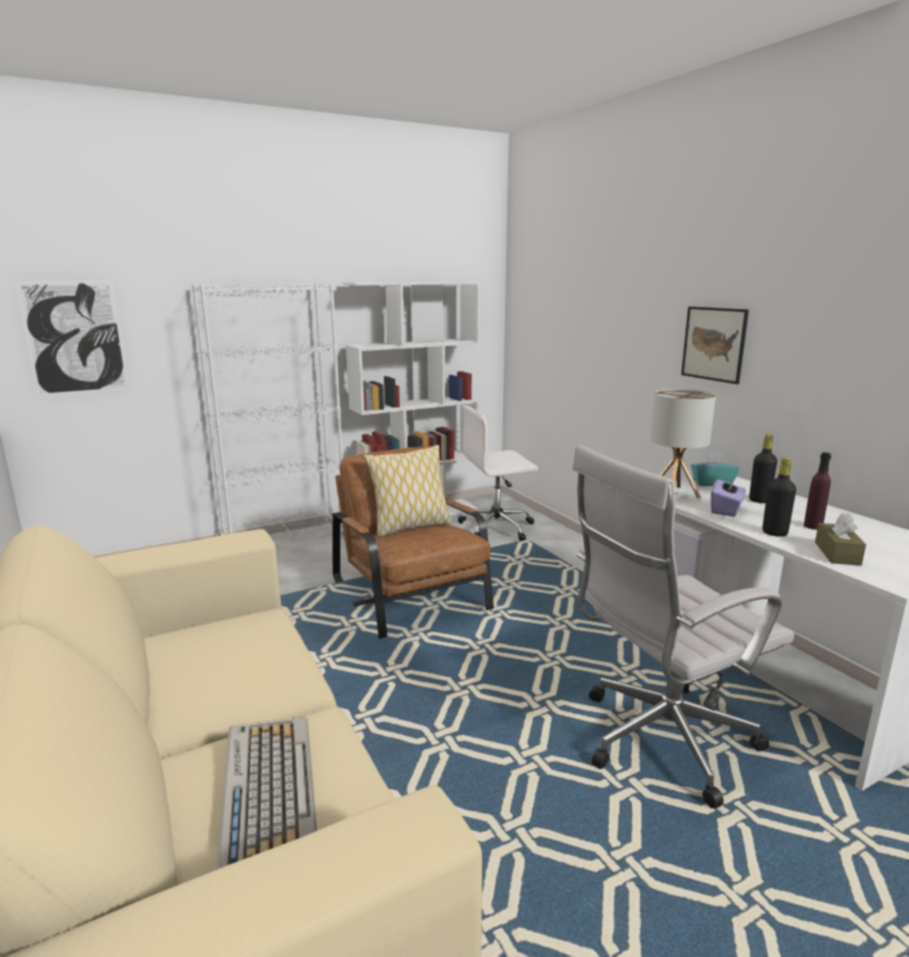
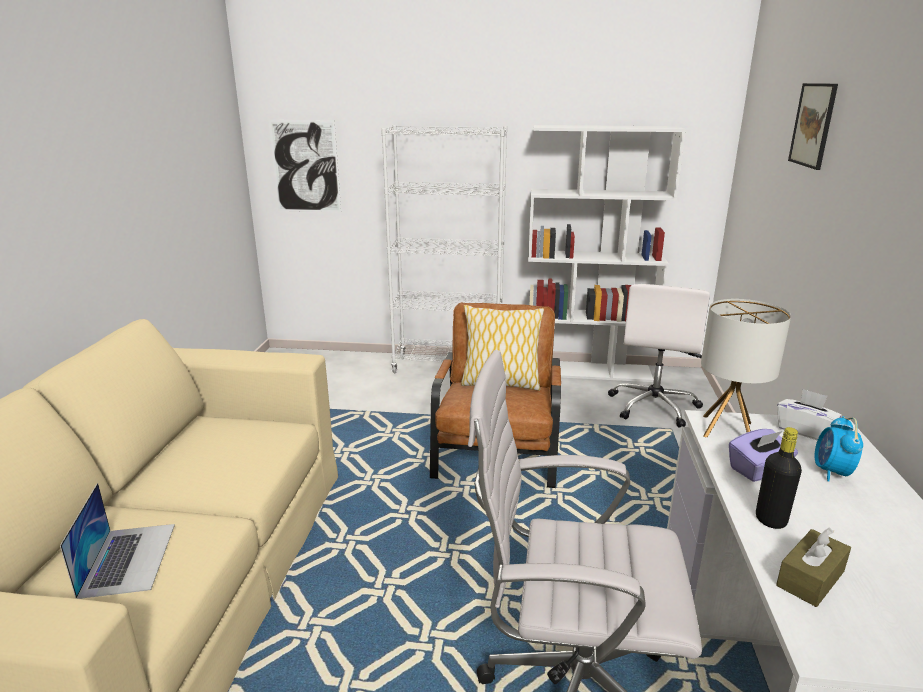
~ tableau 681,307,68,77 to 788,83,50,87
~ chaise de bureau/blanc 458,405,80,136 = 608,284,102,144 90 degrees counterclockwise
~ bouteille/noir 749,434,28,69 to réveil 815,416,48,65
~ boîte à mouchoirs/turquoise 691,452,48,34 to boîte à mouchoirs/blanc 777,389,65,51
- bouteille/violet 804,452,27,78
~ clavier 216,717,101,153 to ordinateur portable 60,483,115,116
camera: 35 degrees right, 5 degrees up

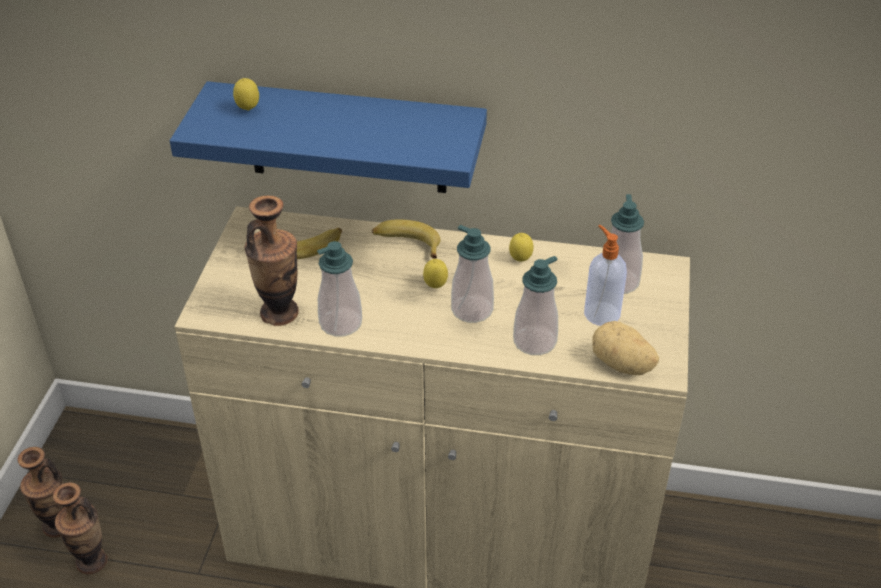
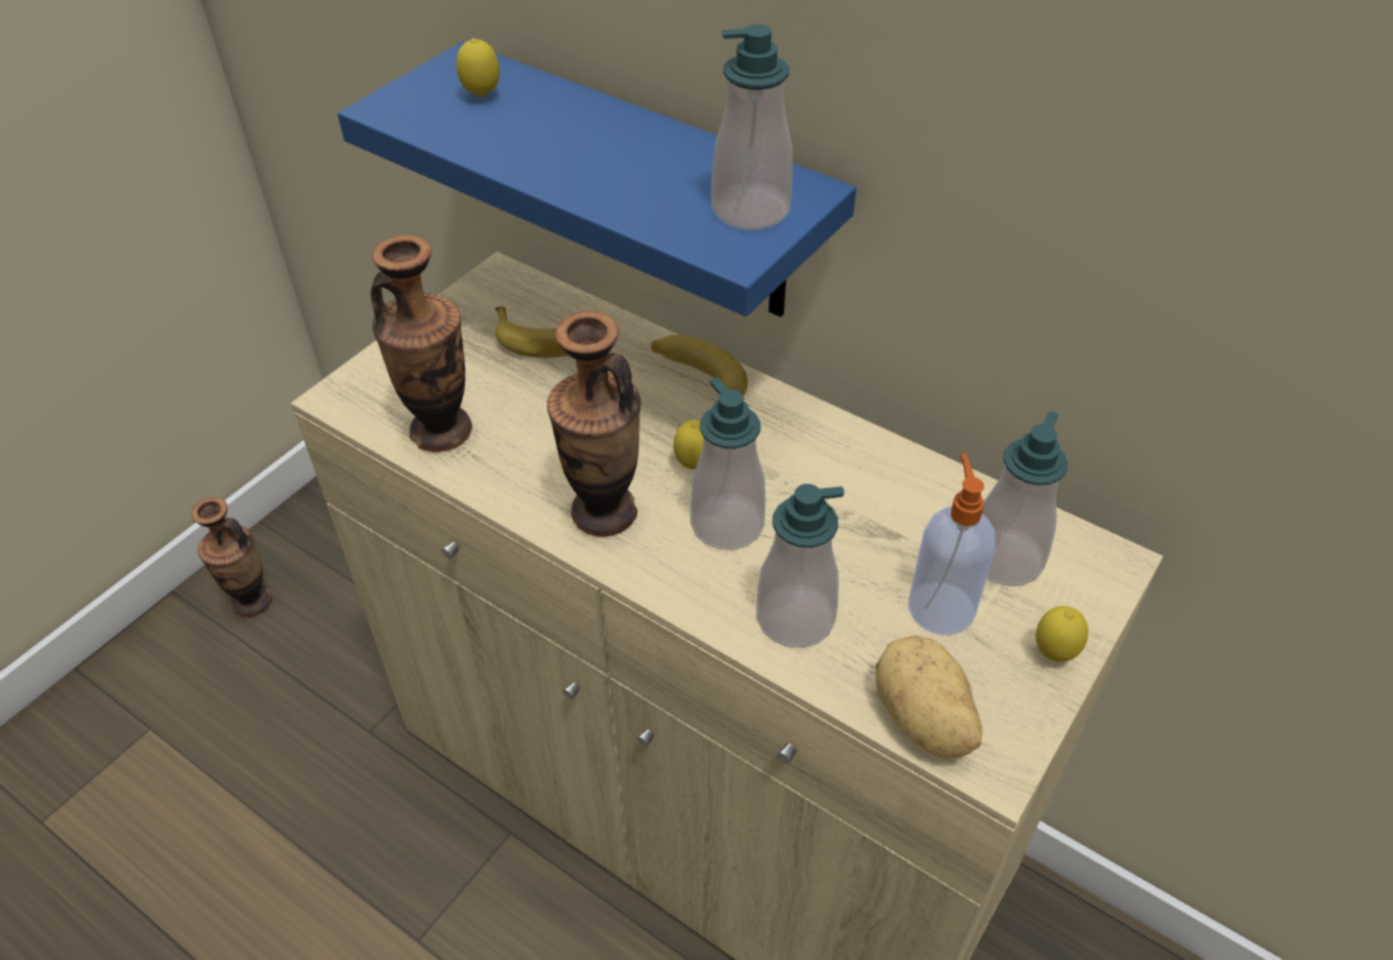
~ citron 509,233,24,29 to 1036,606,52,56
~ distributeur de savon 317,241,45,96 to 711,24,82,206
~ vase 53,482,55,93 to 547,311,94,226
camera: 25 degrees right, 5 degrees up

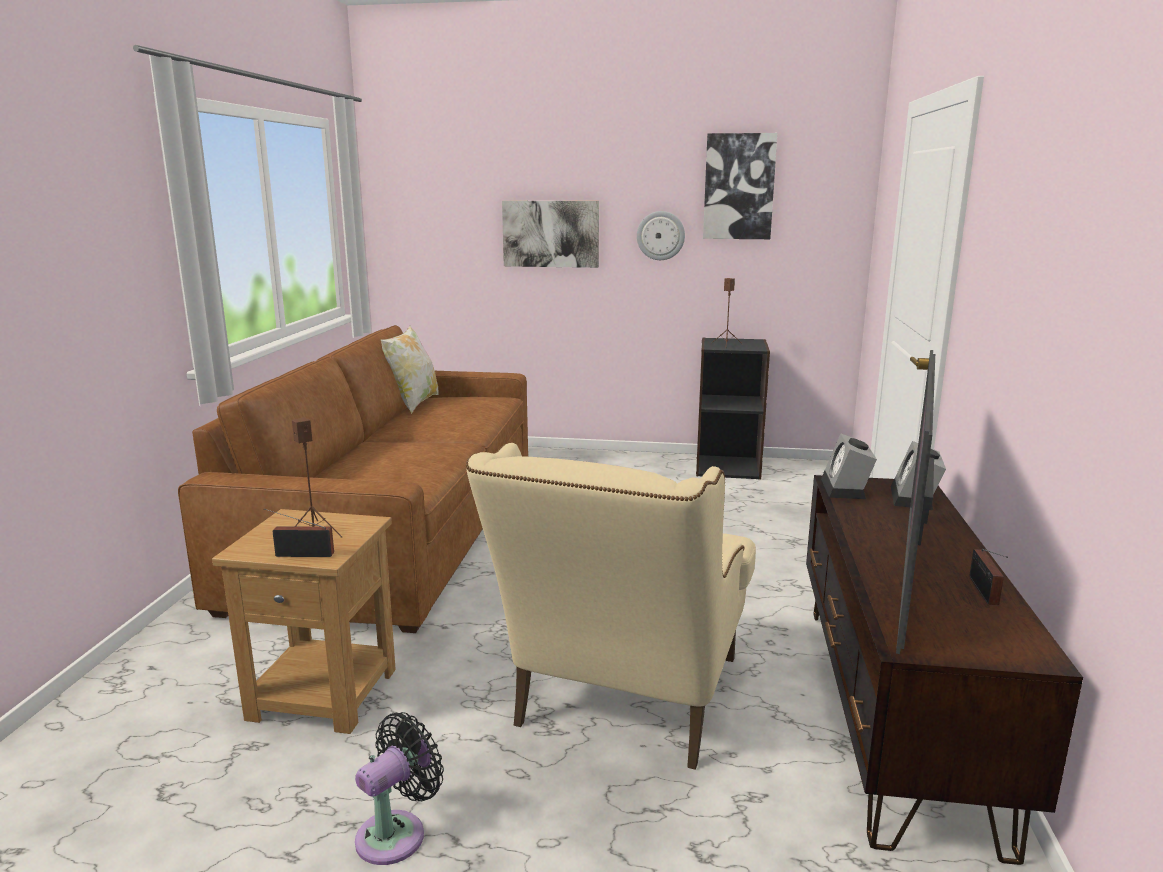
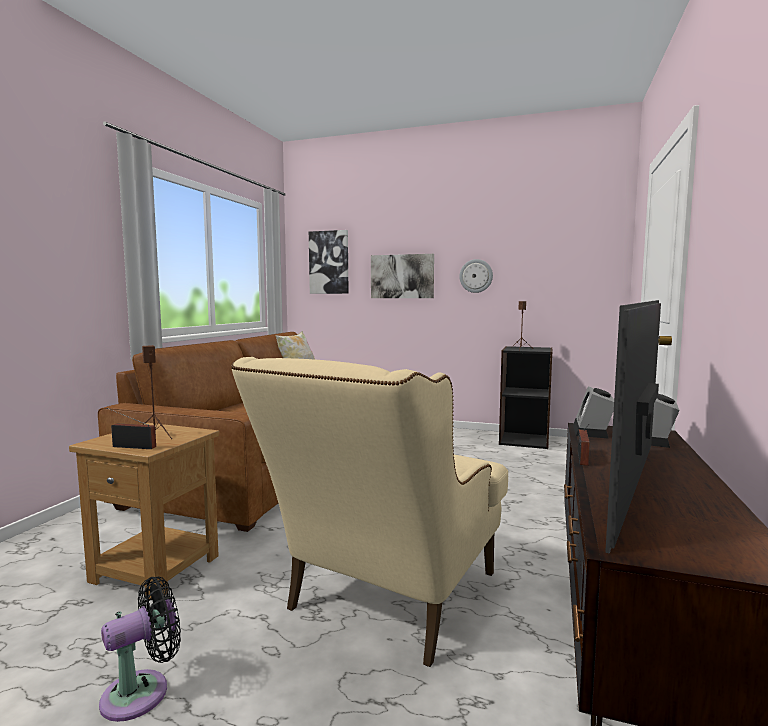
~ tableau 703,133,74,106 to 309,230,39,64
~ radio 969,549,39,56 to 578,424,12,42
camera: 10 degrees right, 10 degrees down

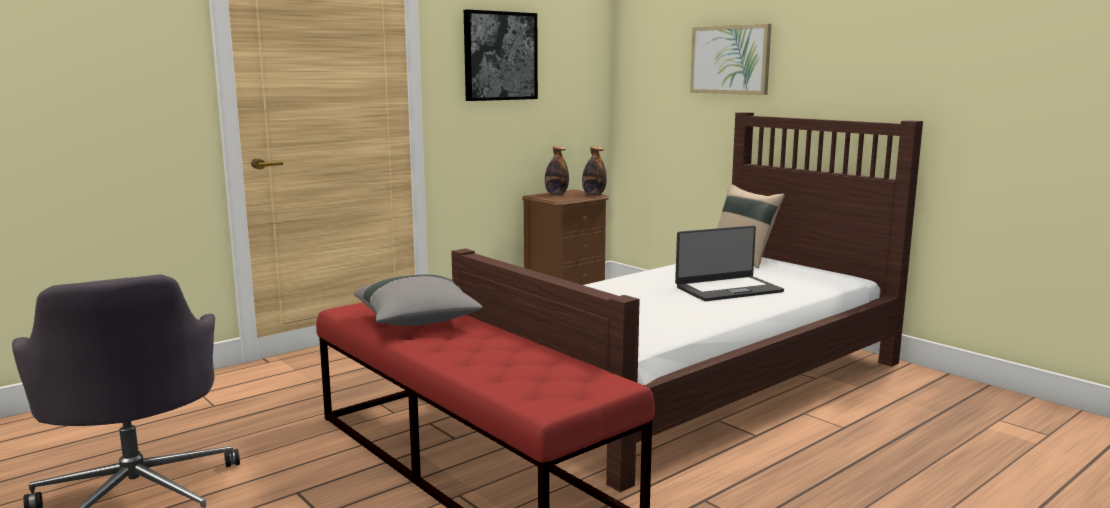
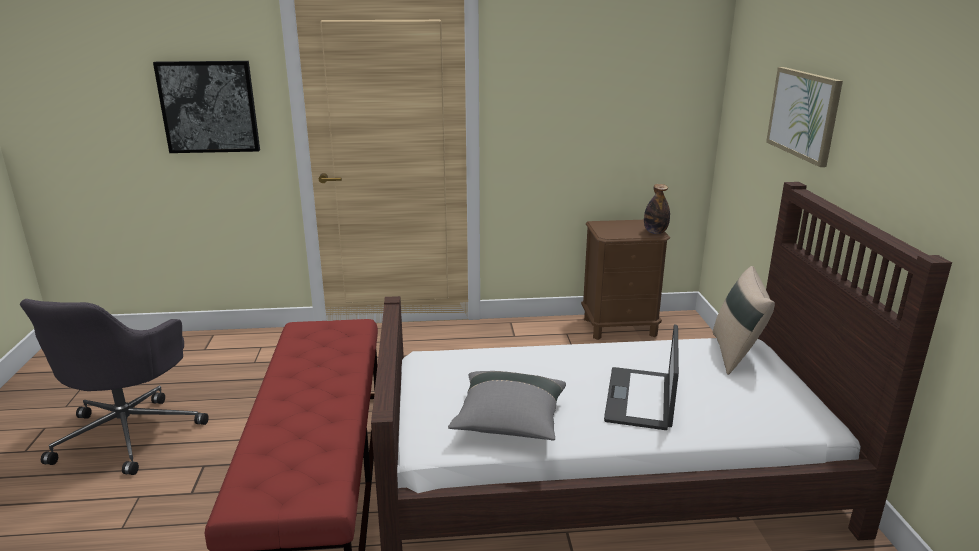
~ tableau 464,9,74,92 to 153,61,107,92
- bouteille 545,146,24,49
~ ordinateur portable 675,226,109,75 = 604,324,75,106 90 degrees clockwise
~ coussin/gris 354,274,129,52 to 448,371,118,70
camera: 35 degrees right, 10 degrees up

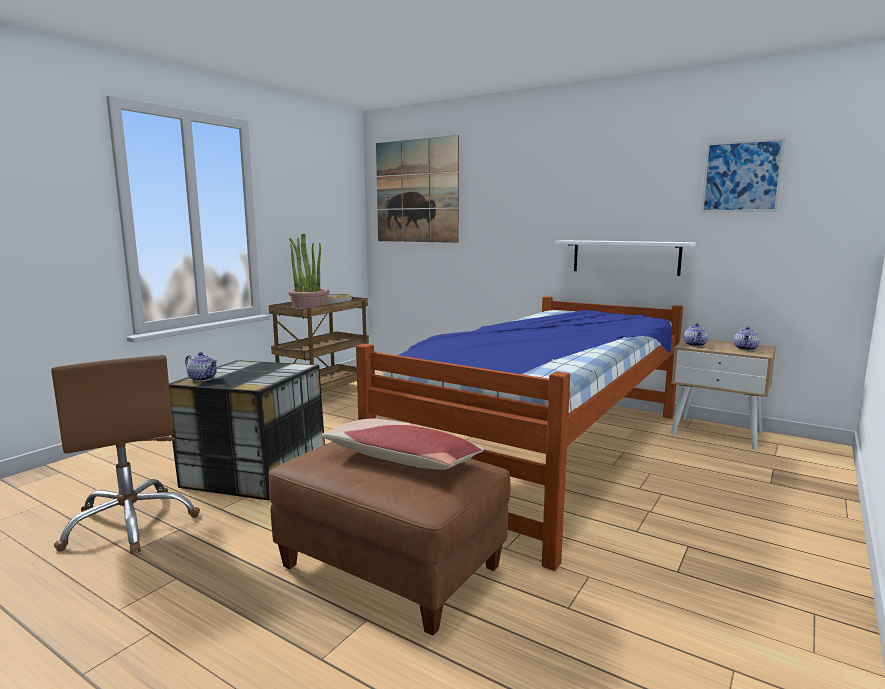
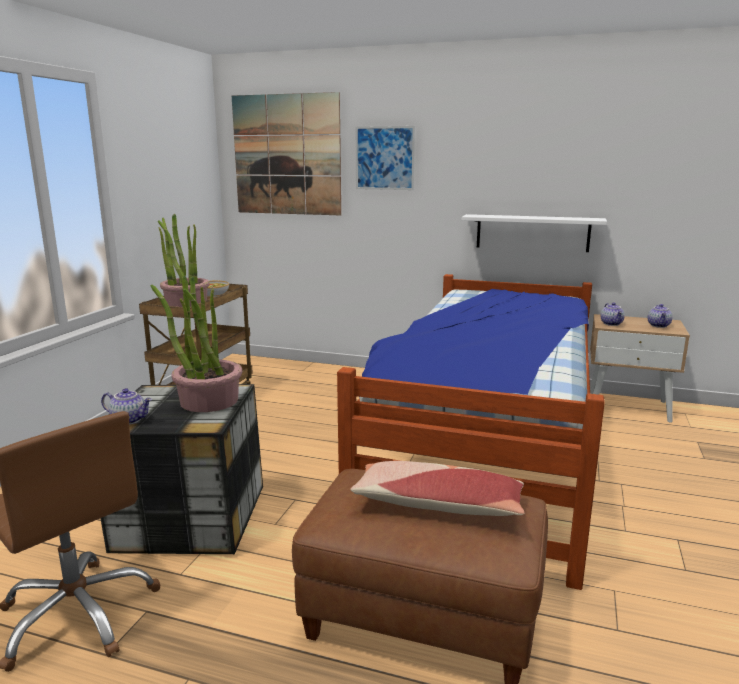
~ tableau 701,138,85,74 to 356,126,59,64
+ plante en pot 151,276,91,136
camera: 15 degrees left, 5 degrees up

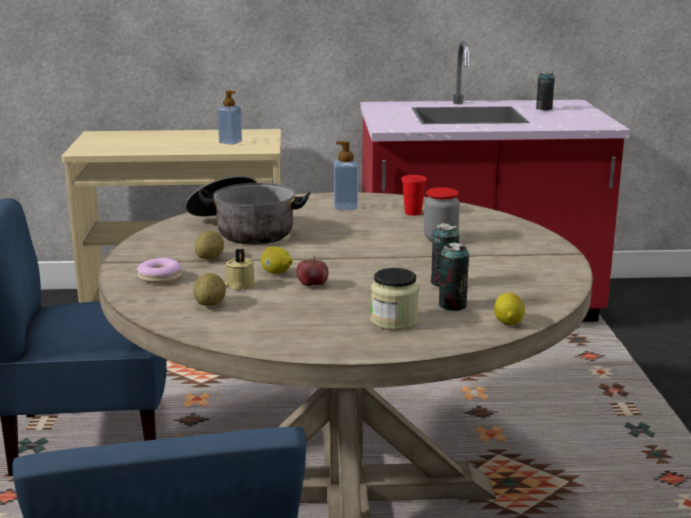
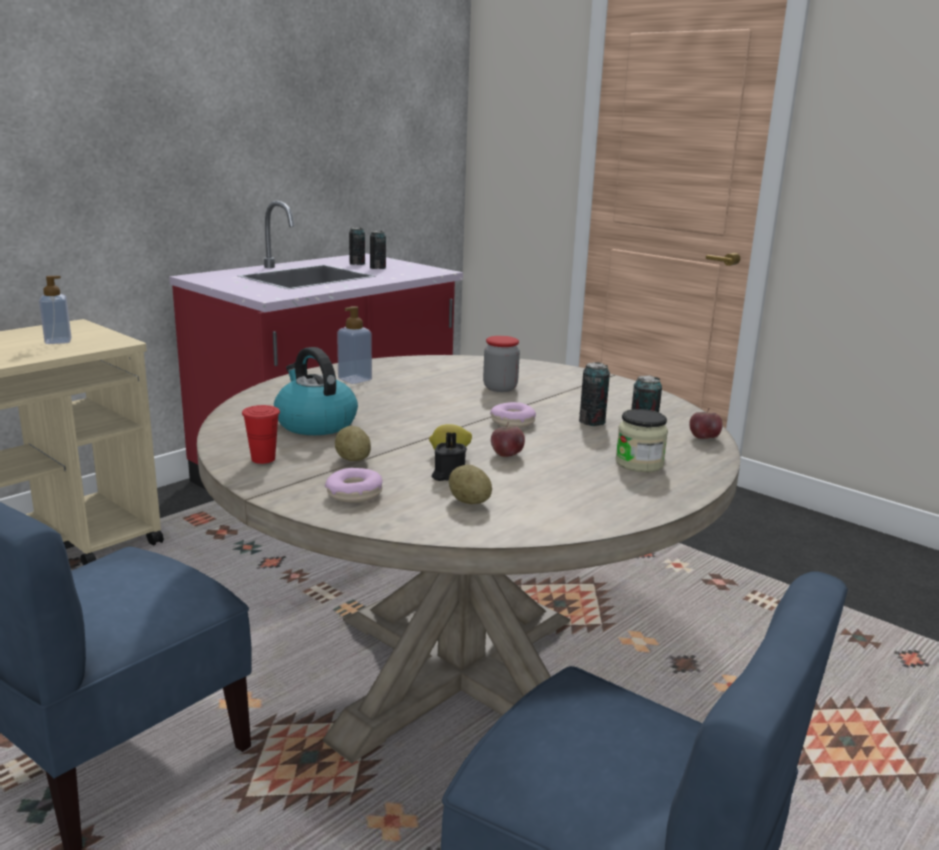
~ tasse/rouge 401,175,26,41 to 242,405,38,59
~ marmite 185,176,126,69 to bouilloire 274,347,84,88
~ bougie/beige 225,249,31,41 to bougie/noir 432,432,35,49
~ citron 494,293,31,33 to pomme 689,408,34,31
+ boîte métallique 370,231,16,38
+ beignet 490,402,46,26
camera: 45 degrees left, 0 degrees up

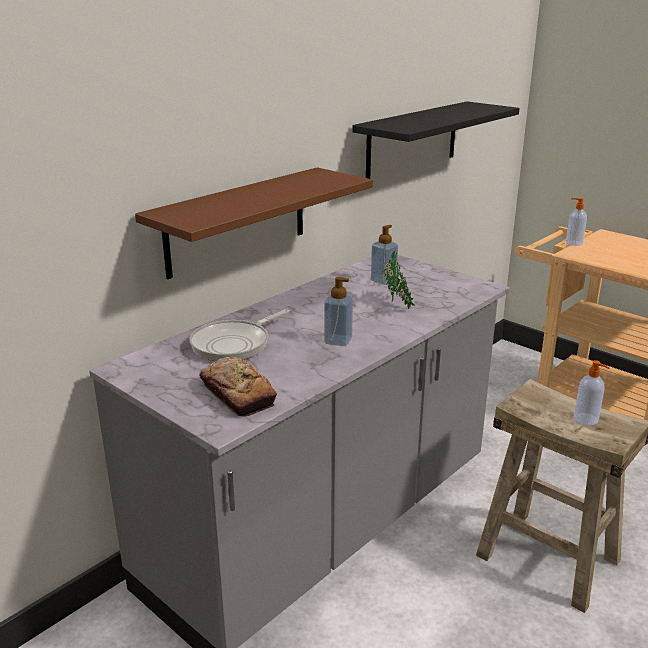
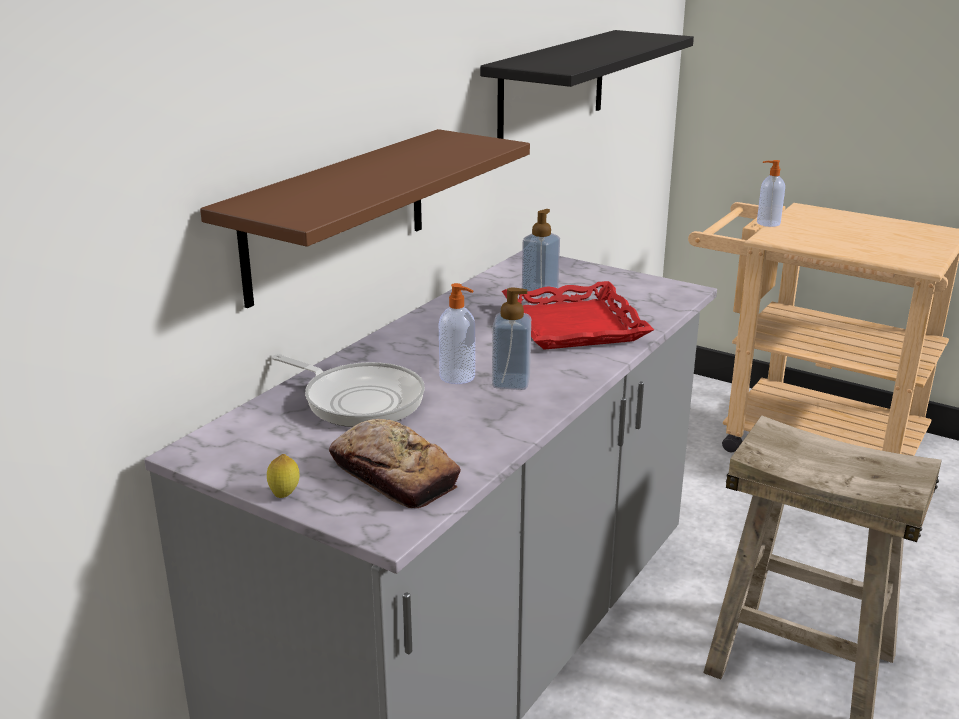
~ plante en pot 384,250,31,59 to plateau/rouge 502,281,152,69
~ poêle 189,309,100,52 = 272,354,153,73 90 degrees counterclockwise
~ distributeur de savon 574,360,36,65 to 439,283,36,101
+ citron 267,454,33,44
camera: 10 degrees left, 0 degrees up

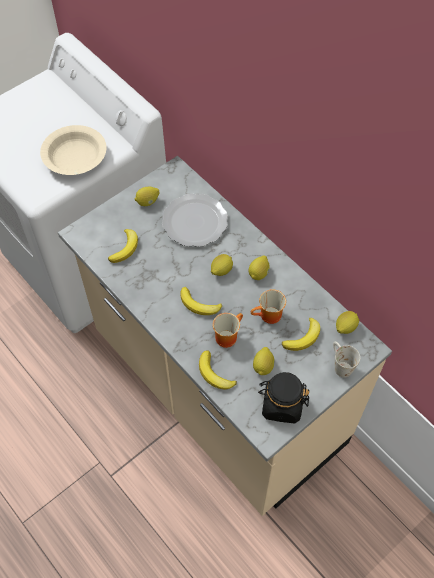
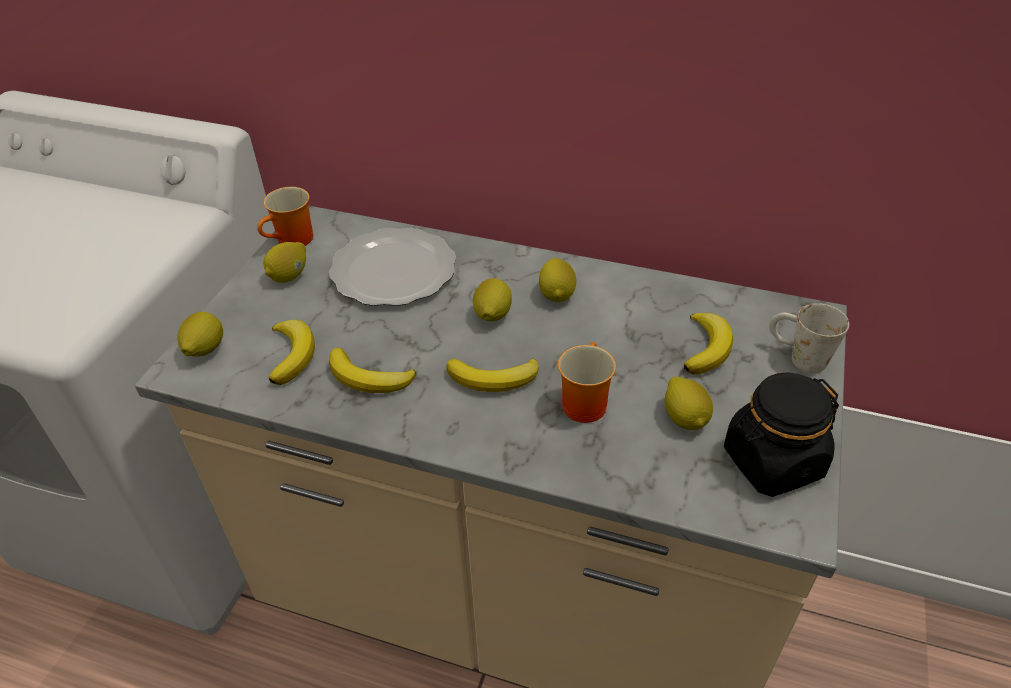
- bol/beige 40,125,66,50
~ mug 251,289,35,35 to 257,187,56,59
~ citron 336,311,23,23 to 177,312,46,45
~ banane 199,350,38,39 to 329,347,88,46
camera: 30 degrees left, 15 degrees down

